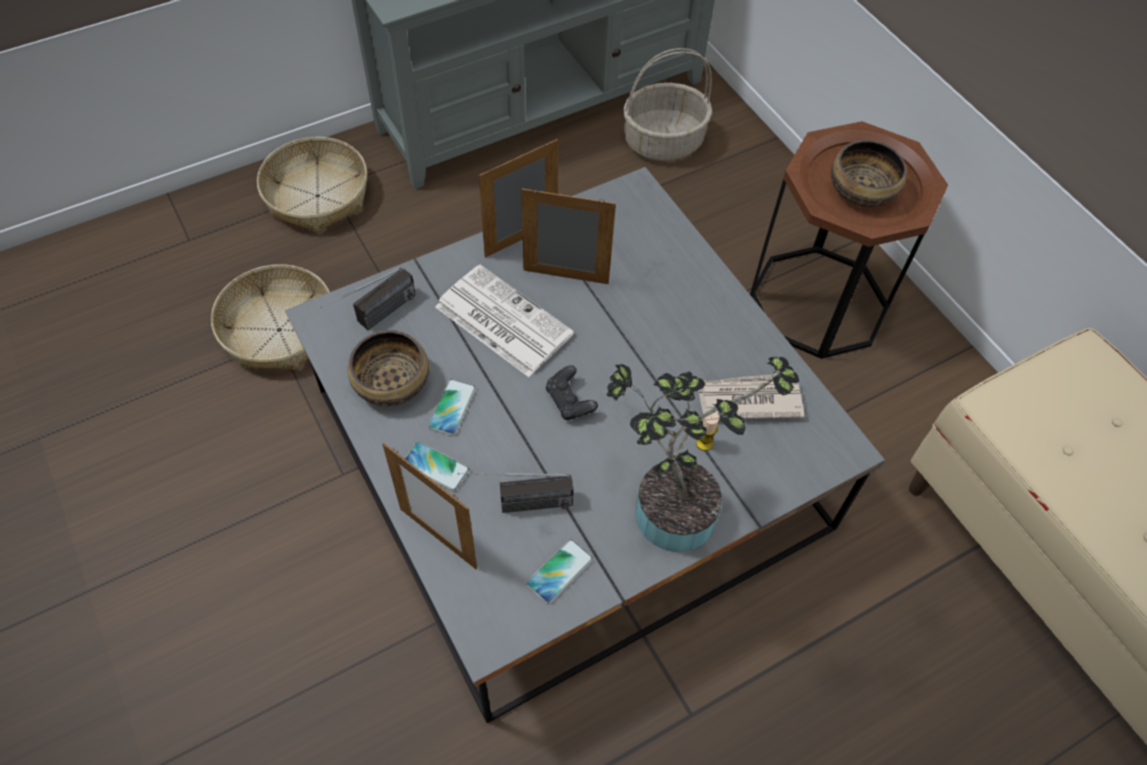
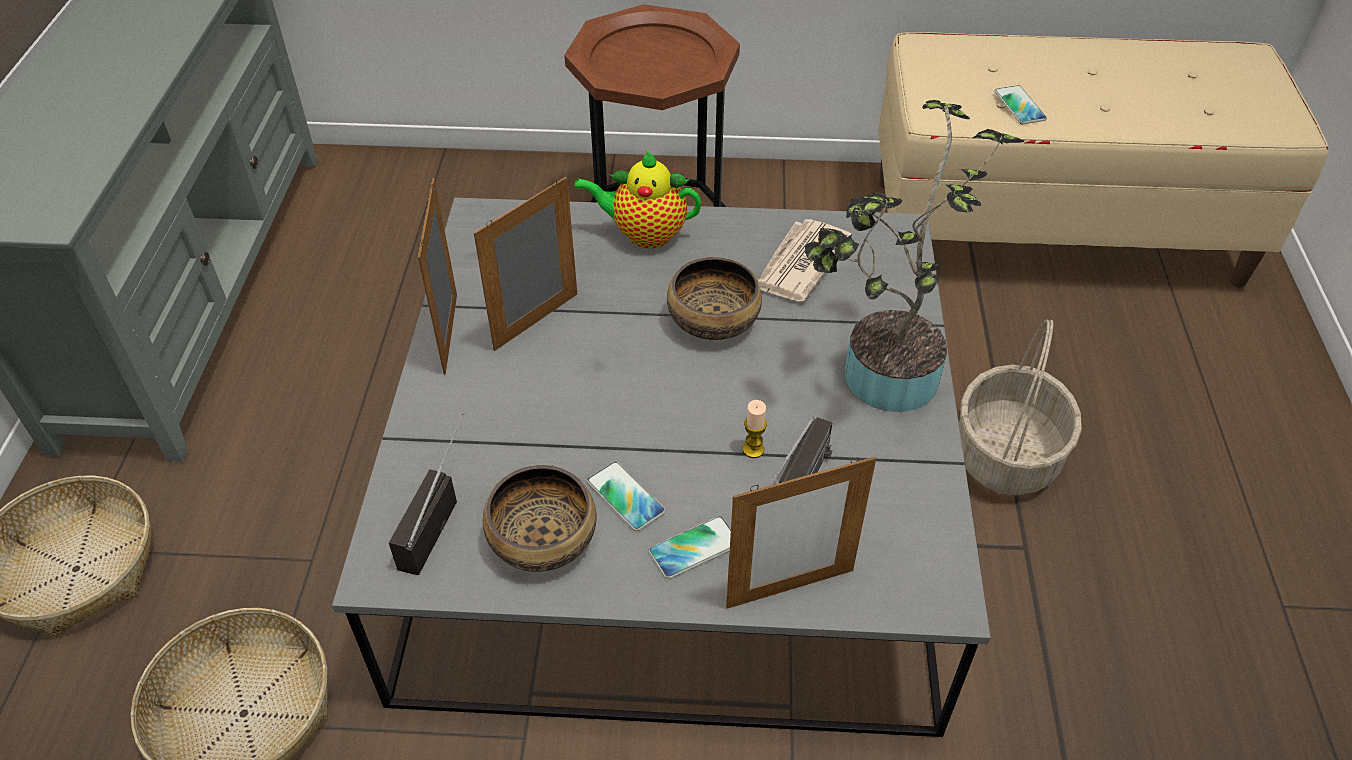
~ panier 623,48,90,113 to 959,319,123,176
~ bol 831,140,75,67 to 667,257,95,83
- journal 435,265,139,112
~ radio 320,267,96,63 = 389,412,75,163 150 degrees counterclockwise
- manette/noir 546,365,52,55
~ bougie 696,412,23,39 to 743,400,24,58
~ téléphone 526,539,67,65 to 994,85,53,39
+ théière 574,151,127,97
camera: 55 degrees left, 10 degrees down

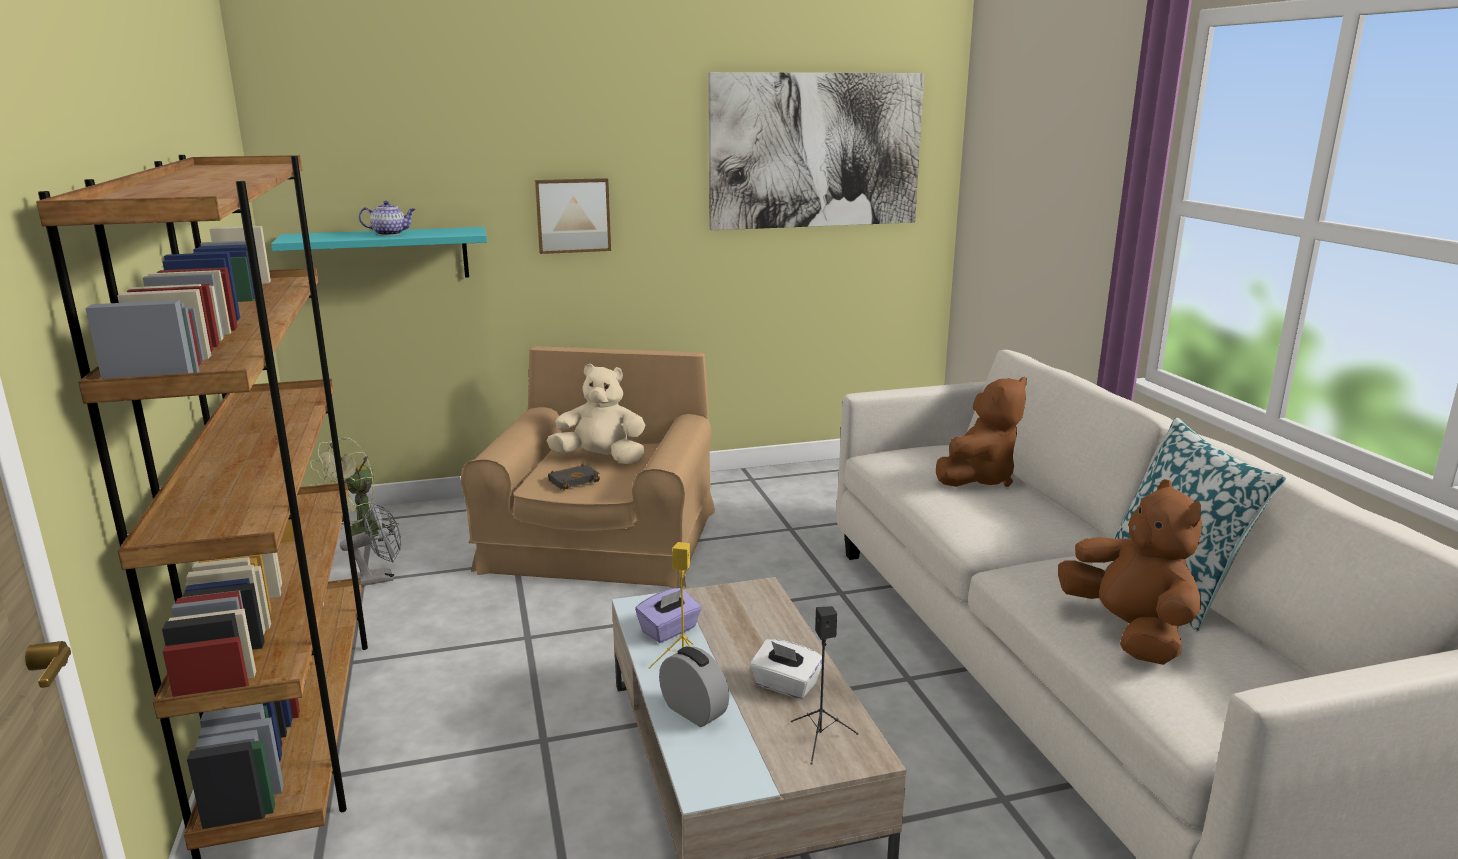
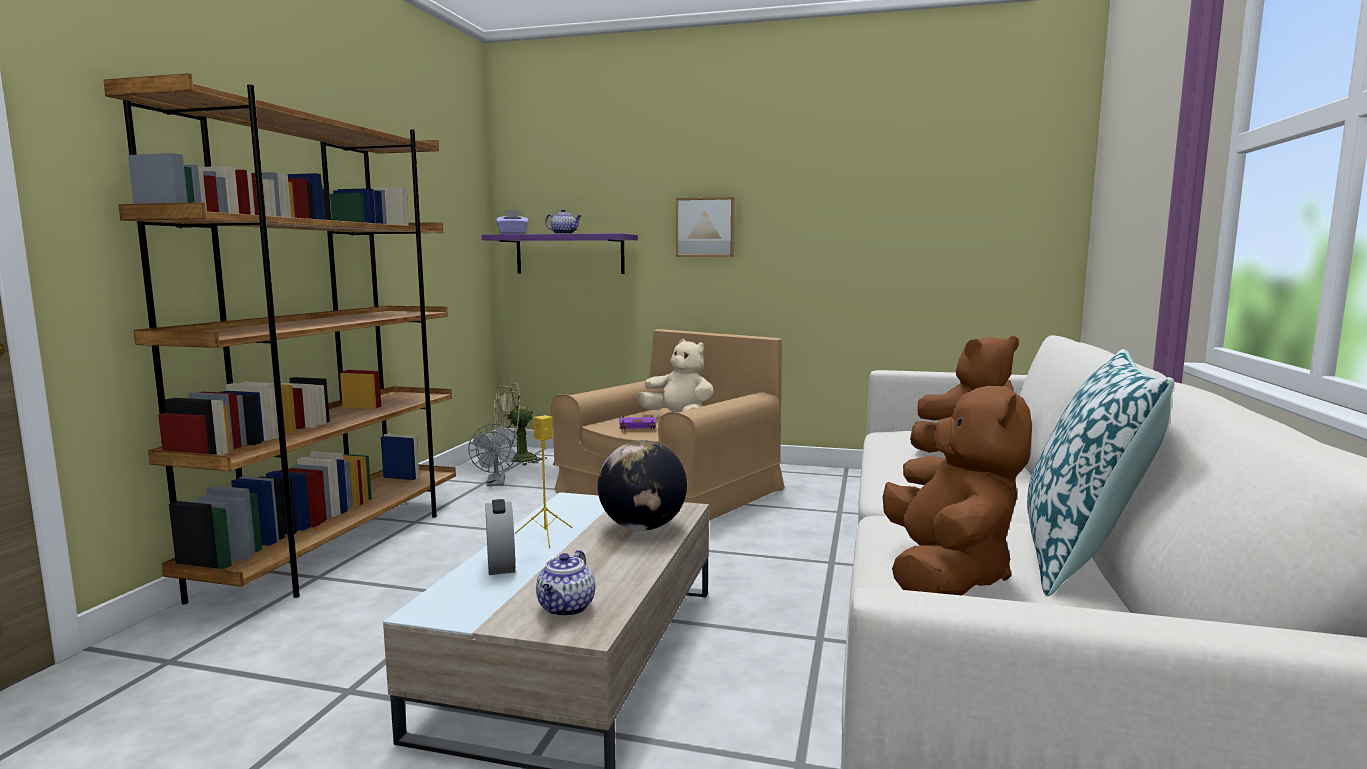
- tableau 708,72,216,158
~ étagère/turquoise 271,227,216,51 to étagère/violet 482,233,156,41
~ livre/noir 548,464,52,26 to livre/violet 619,415,37,15
~ ventilateur/gris 340,503,61,83 = 468,424,51,62 75 degrees clockwise
~ boîte à mouchoirs/violet 635,588,67,55 to 497,209,31,25
~ enceinte/noir 791,606,67,159 to théière 536,550,59,66
- boîte à mouchoirs/blanc 750,639,72,60
+ globe 597,440,90,91
camera: 30 degrees right, 10 degrees down

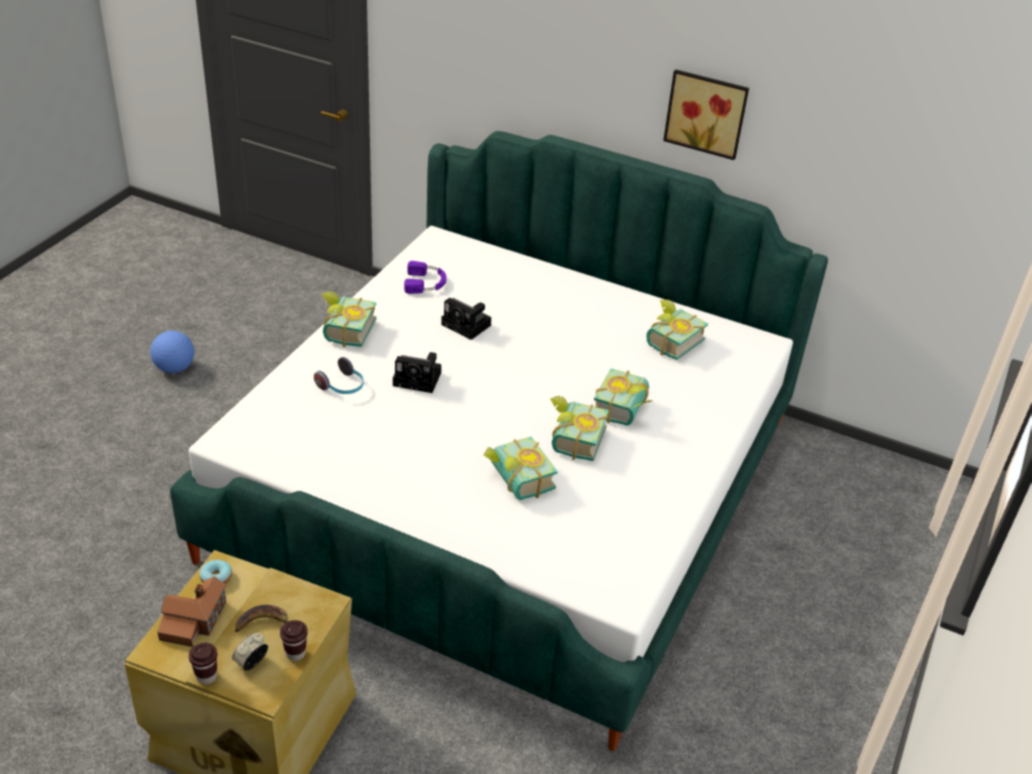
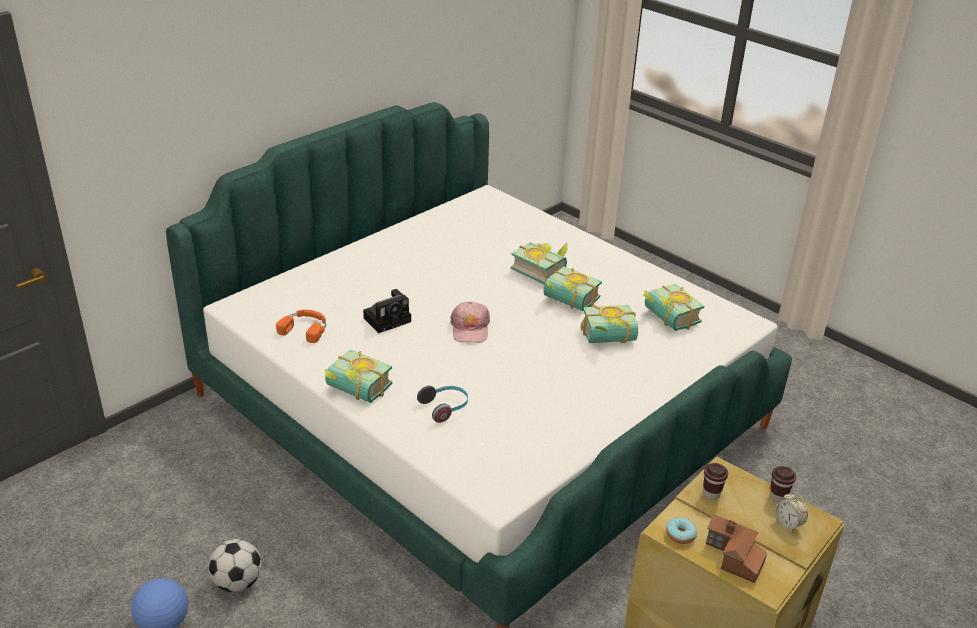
- tableau 663,69,86,91
~ casque audio/violet 404,261,42,33 to casque audio/orange 276,310,50,33
~ livre 646,299,62,61 to 643,284,61,47
- appareil photo 393,352,48,41
- banane 235,605,53,27
~ tasse/marron 188,643,29,41 to 703,463,25,37
+ casquette/rose 450,302,40,41
+ ballon de foot 208,539,54,53
camera: 70 degrees left, 5 degrees down

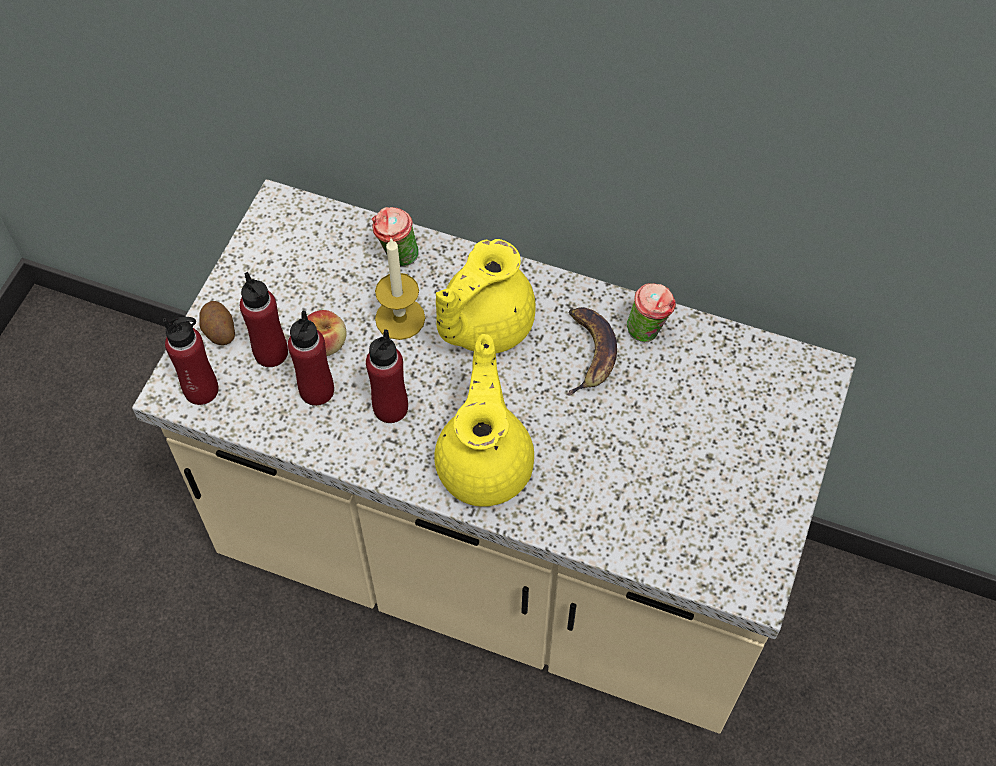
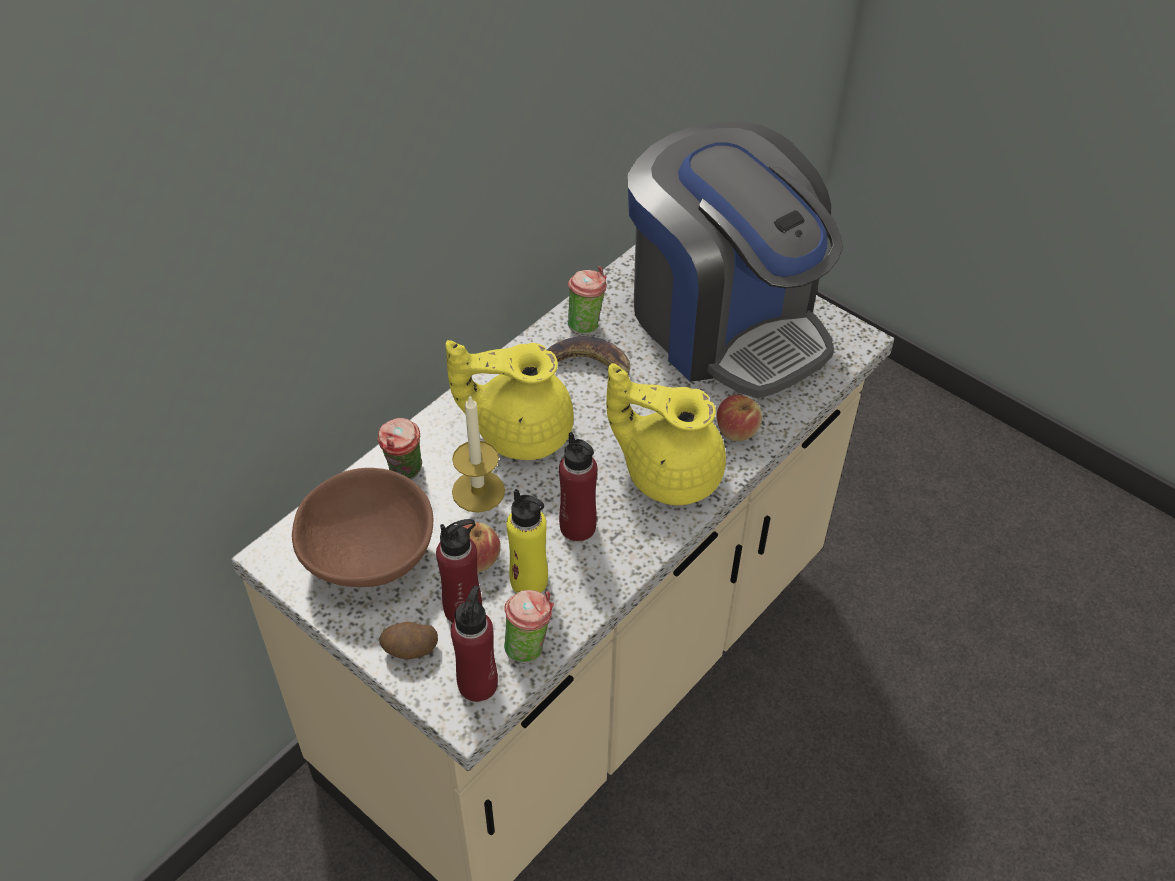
~ théière/jaune 436,239,99,114 = 445,340,129,120 120 degrees clockwise
~ bouteille/rouge 288,311,46,95 to bouteille/jaune 506,489,42,104
+ machine à café 628,121,215,278
+ pomme 717,395,45,46
+ bol/marron 292,468,141,119
+ tasse 504,590,50,73
camera: 70 degrees left, 10 degrees down

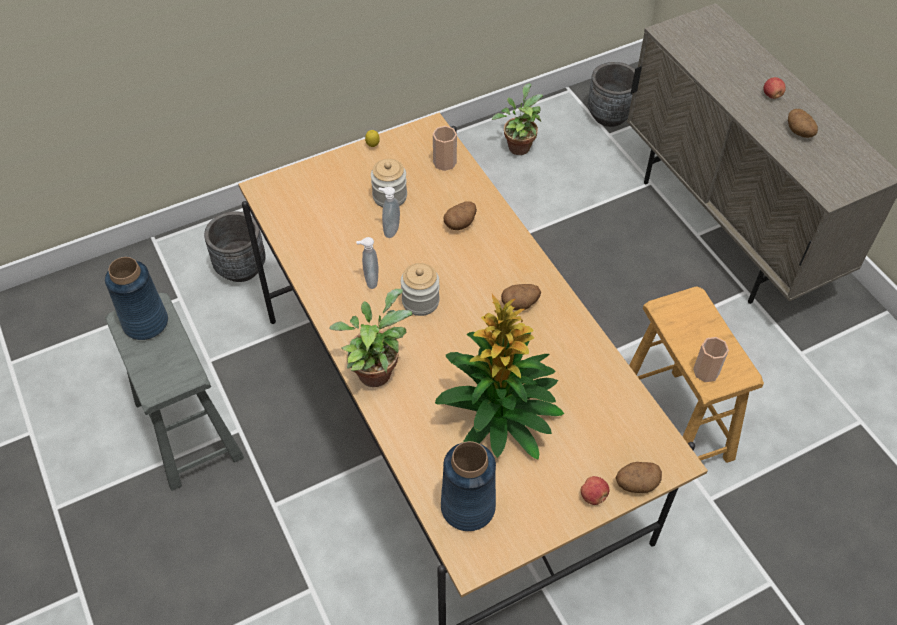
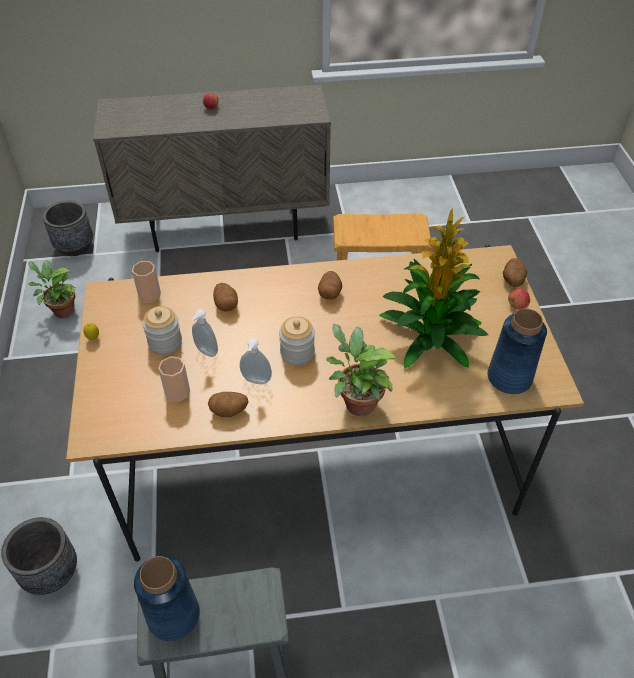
~ pomme de terre 788,109,30,29 to 208,392,41,25
~ tasse 693,337,36,45 to 158,356,32,46
camera: 70 degrees left, 5 degrees down

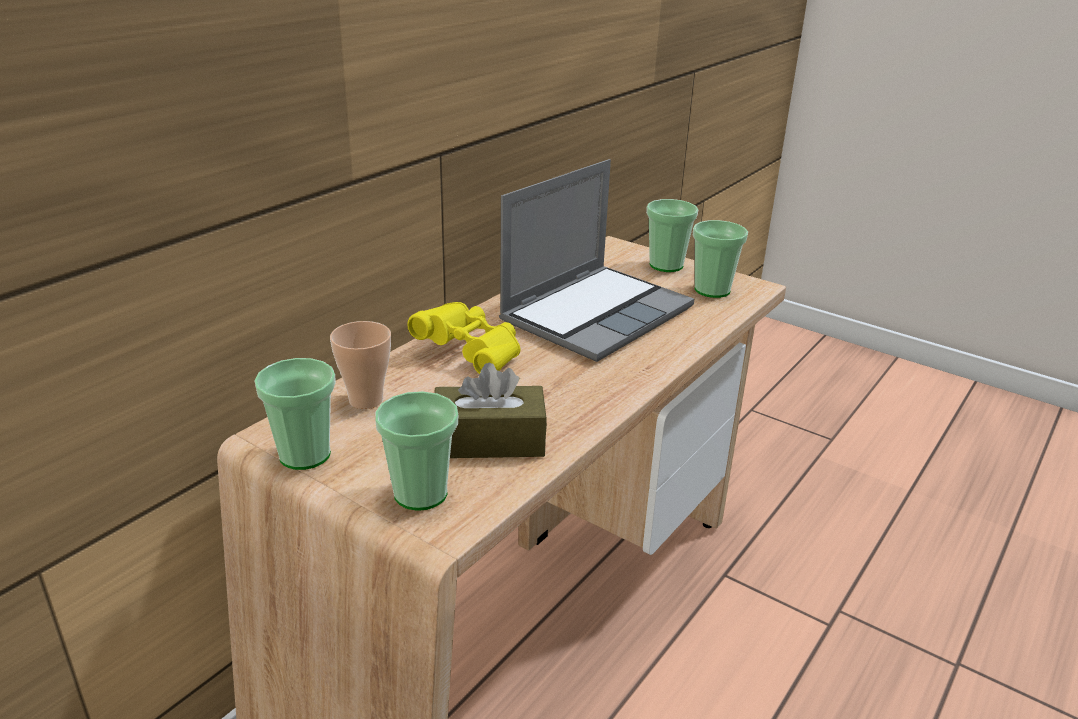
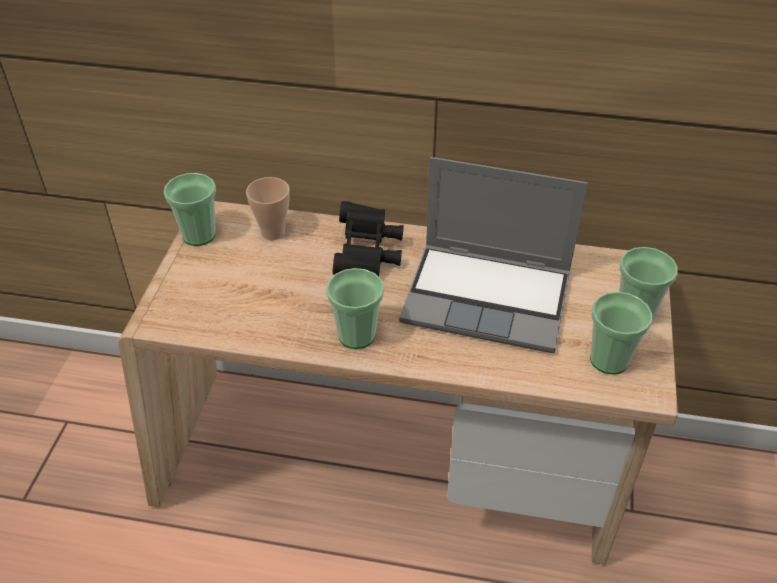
~ jumelles/jaune 407,302,113,72 to jumelles/noir 333,201,71,76
- boîte à mouchoirs/marron 434,363,113,95
~ tasse 375,391,83,120 to 326,268,58,81
camera: 65 degrees right, 15 degrees up

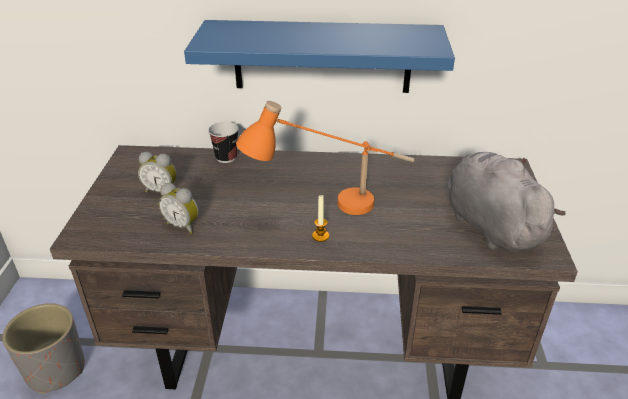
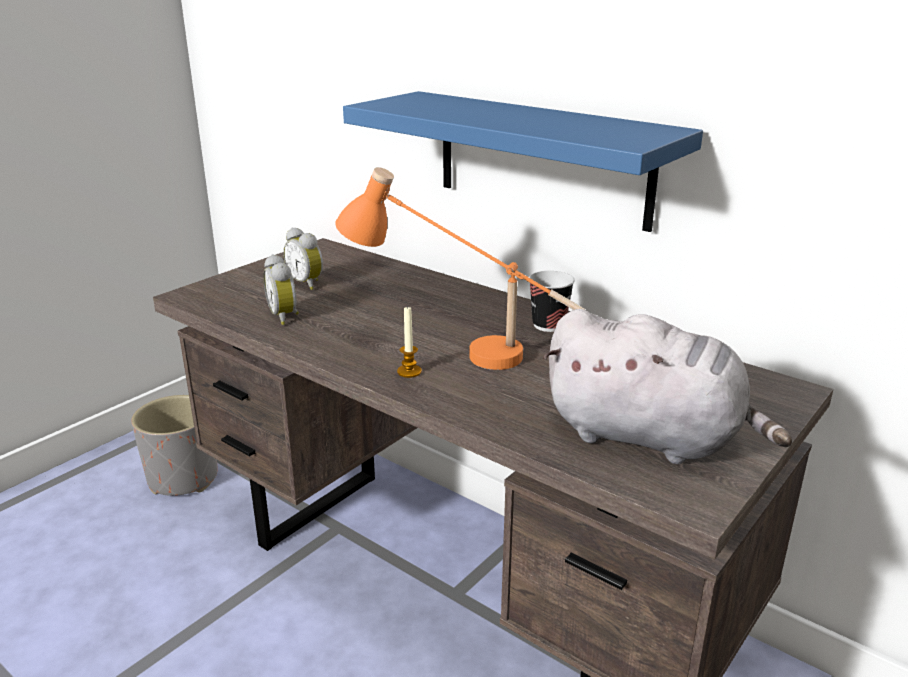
~ tasse 208,122,31,41 to 529,271,46,61
~ peluche/gris 448,152,118,100 = 543,309,249,155 105 degrees clockwise
camera: 35 degrees right, 10 degrees down

